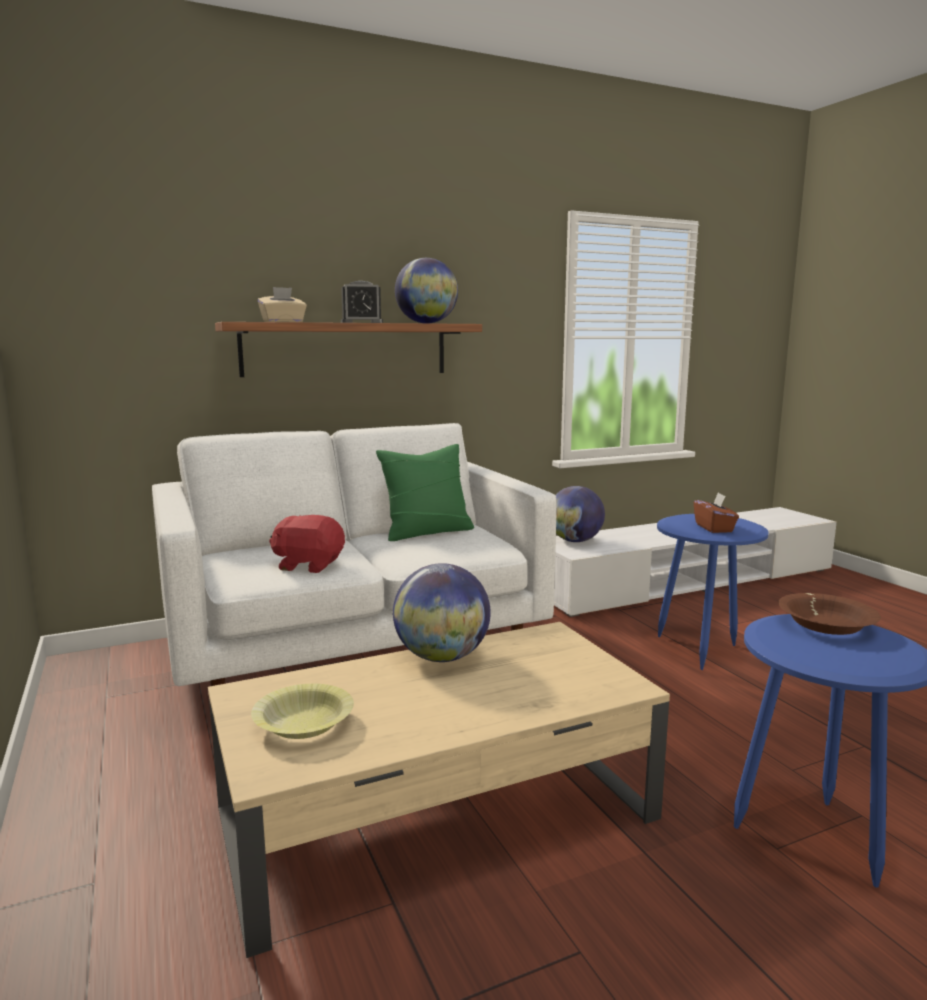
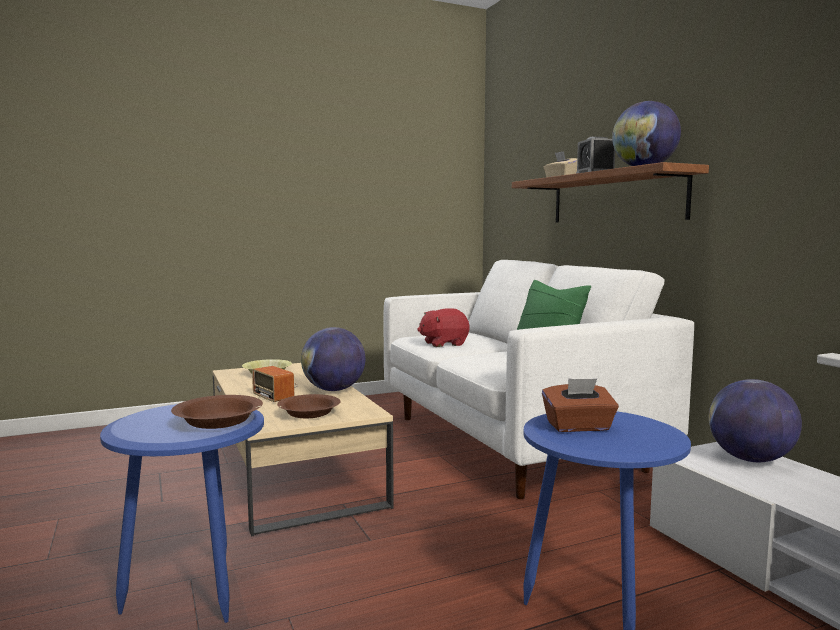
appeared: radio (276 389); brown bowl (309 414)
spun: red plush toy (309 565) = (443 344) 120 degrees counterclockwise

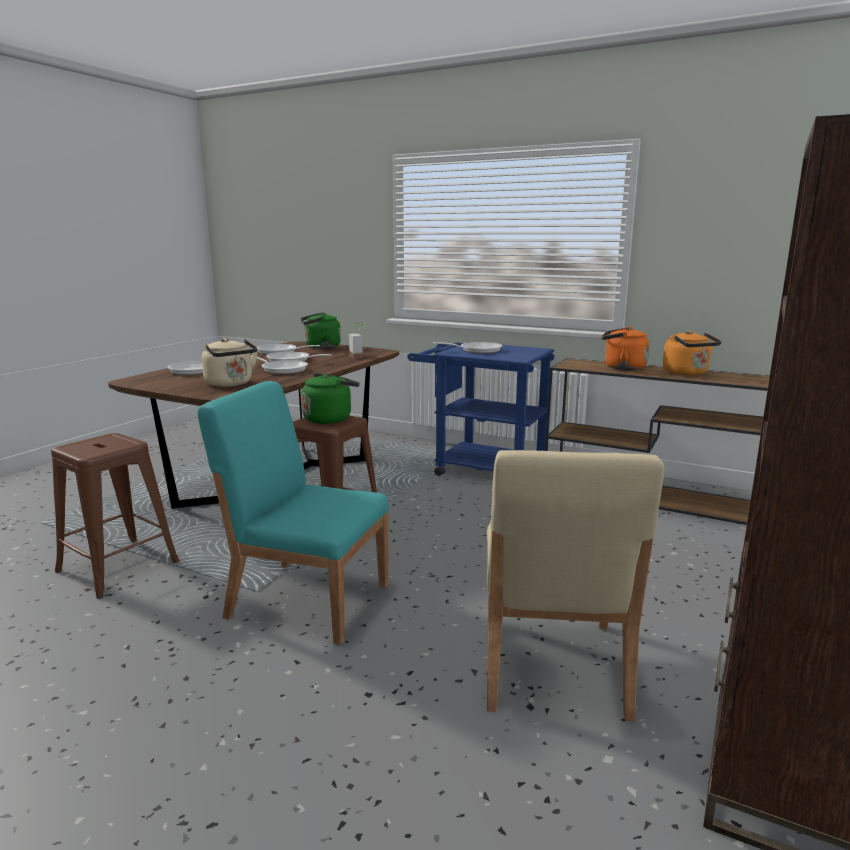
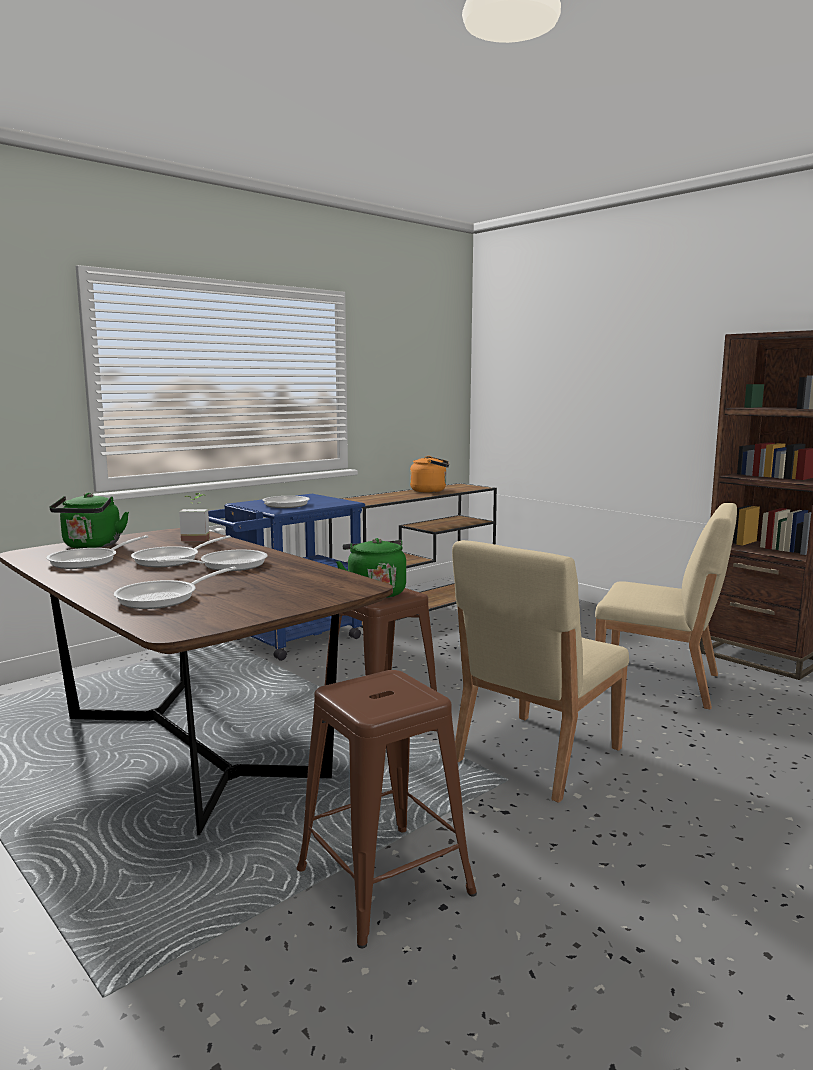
missing: beige kettle (231 384); orange kettle (621 367)
colour: turquoise chair (307 599) to beige chair (536 755)

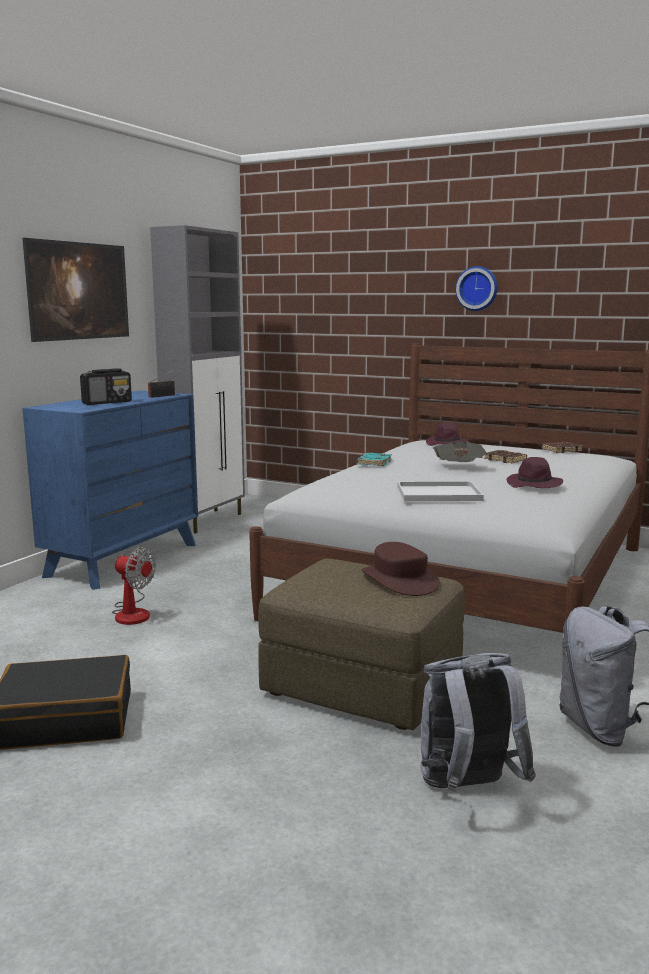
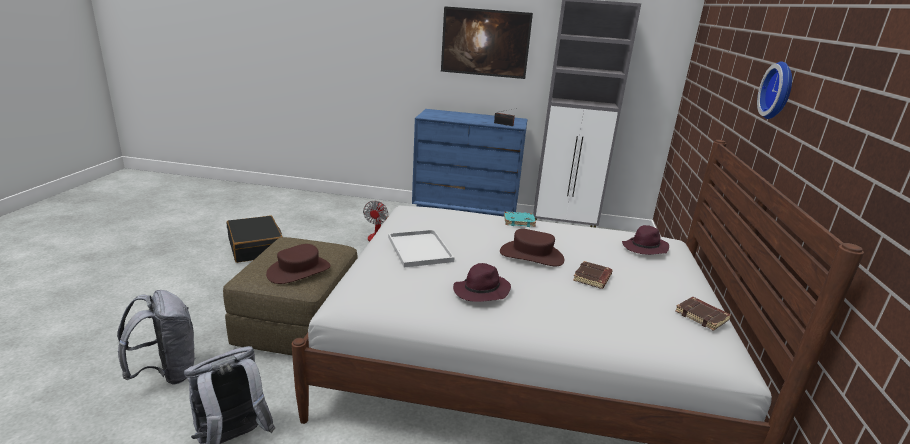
missing: radio (107 402)
exchanged: newspaper (459 467) to brown hat (531 255)

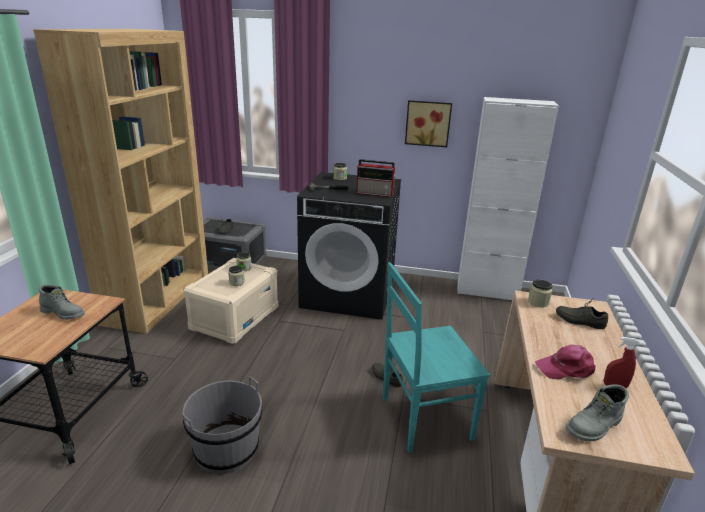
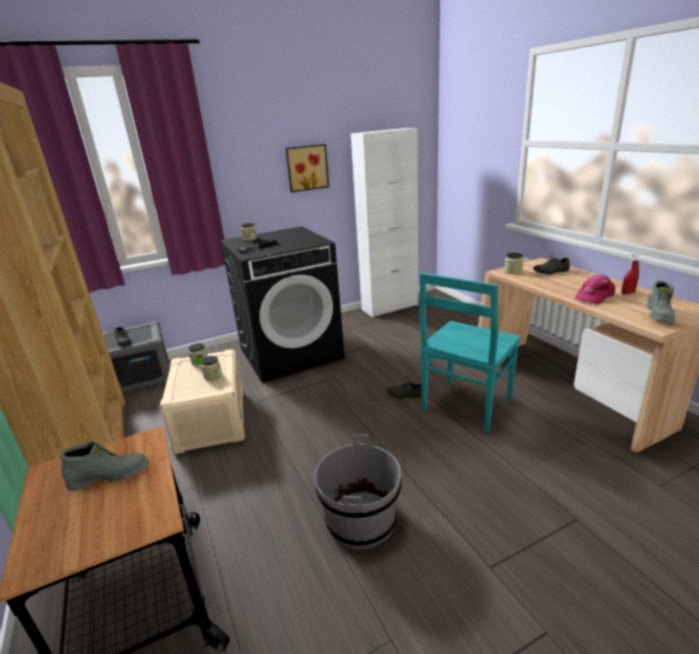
missing: radio (376 193)

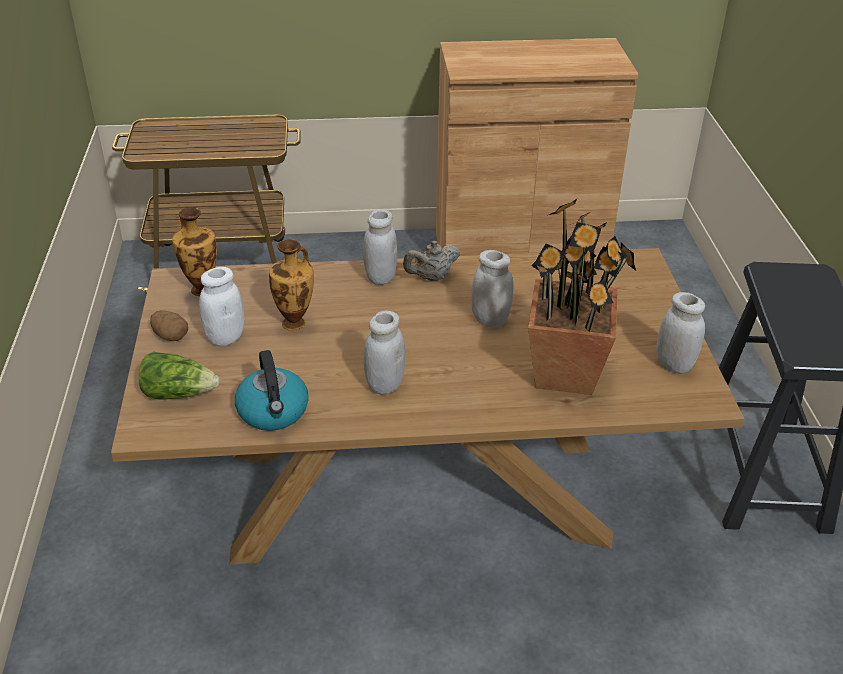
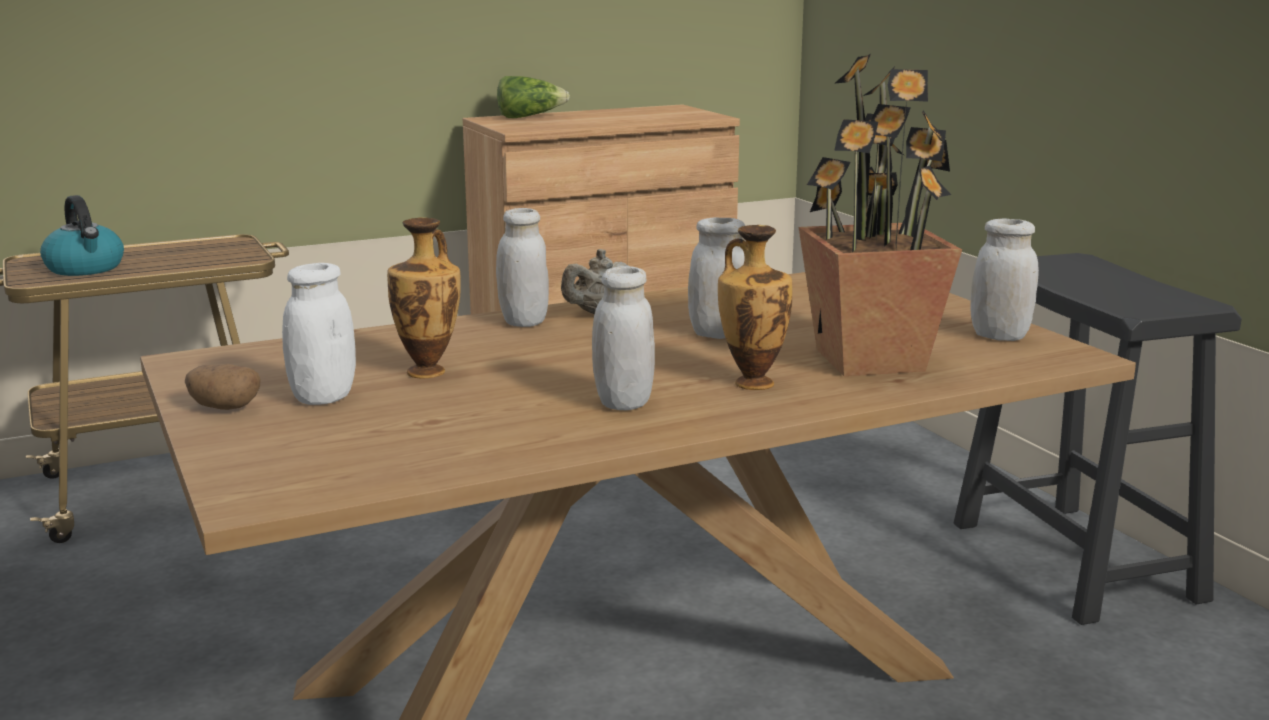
relocated: kettle (274 412) to (86 268); lettuce (179 393) to (529 117); vase (201 288) to (752 382)

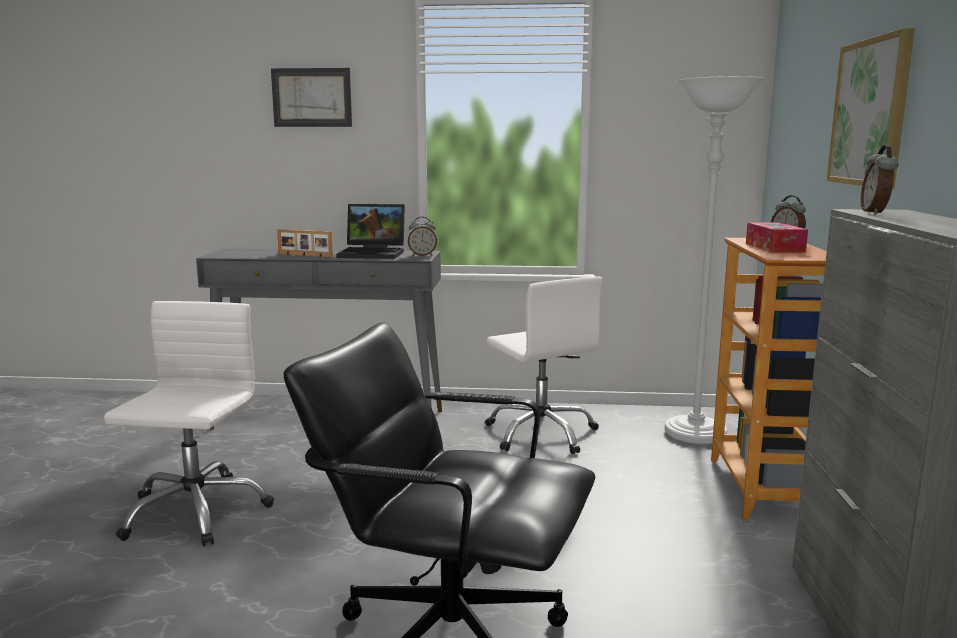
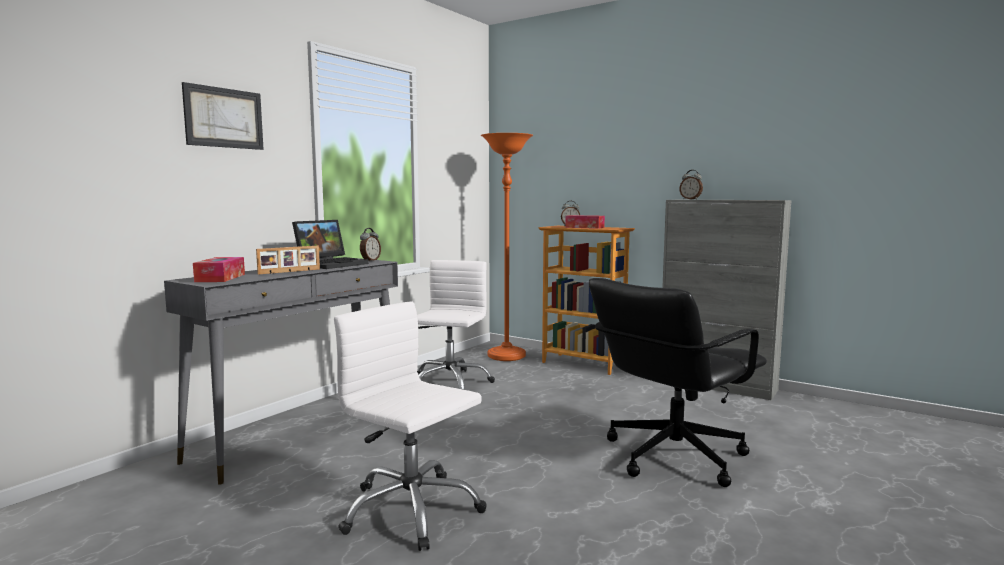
missing: picture (871 113)
appeared: tissue box (220 278)
colour: white floor lamp (695 434) to orange floor lamp (506 356)
spun: white office chair (541 433) = (449 382) 75 degrees counterclockwise

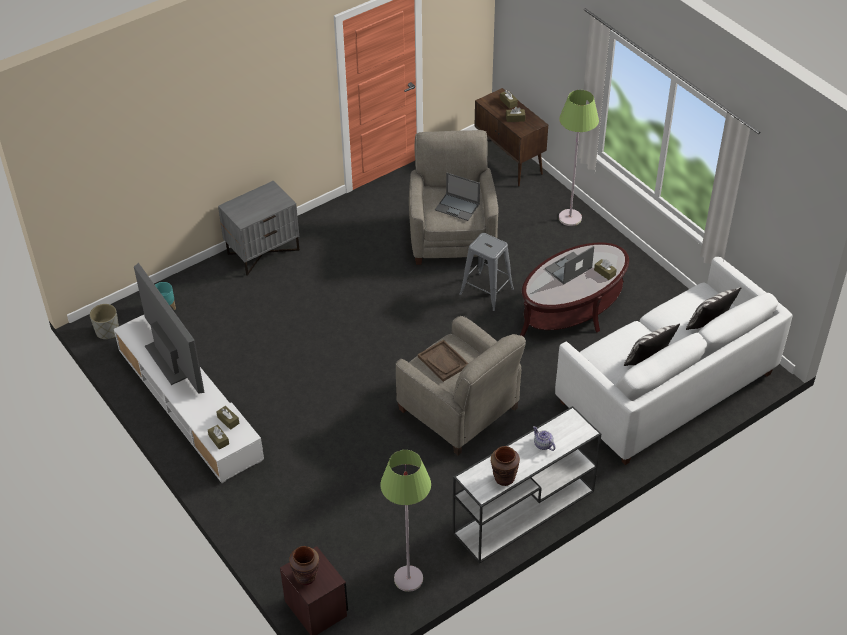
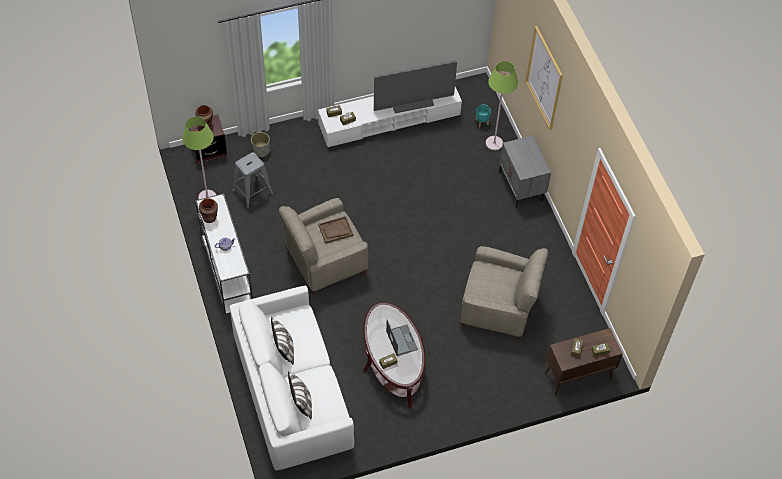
missing: laptop (457 207)
appeared: picture (544 78)
relocated: grey stool (487 291) to (252 192); grey planter (107 331) to (261 151); green floor lamp (570 218) to (494 143)

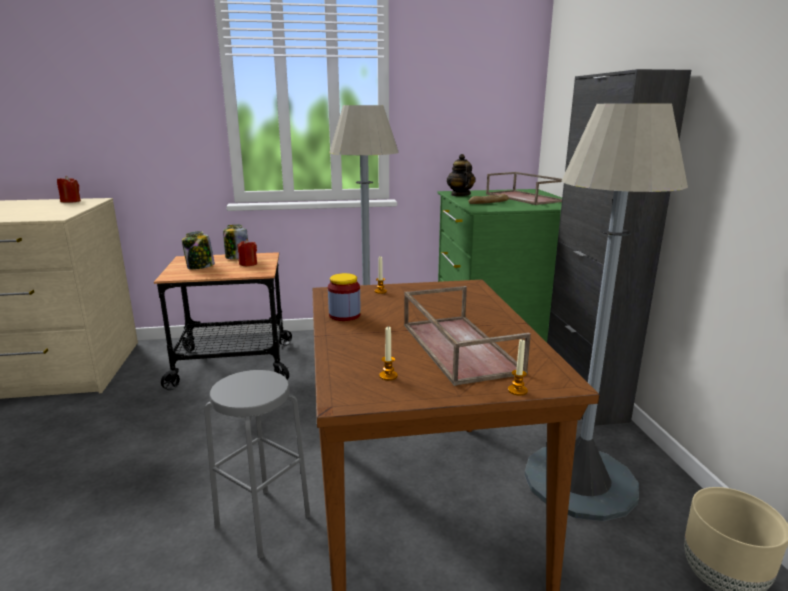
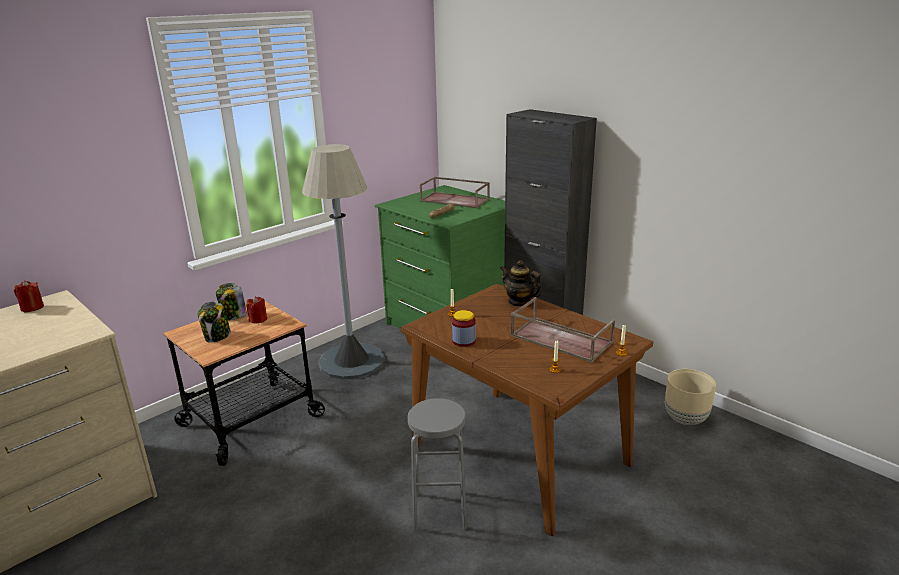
missing: grey floor lamp (580 481)
relocated: teapot (460 195) to (519 302)

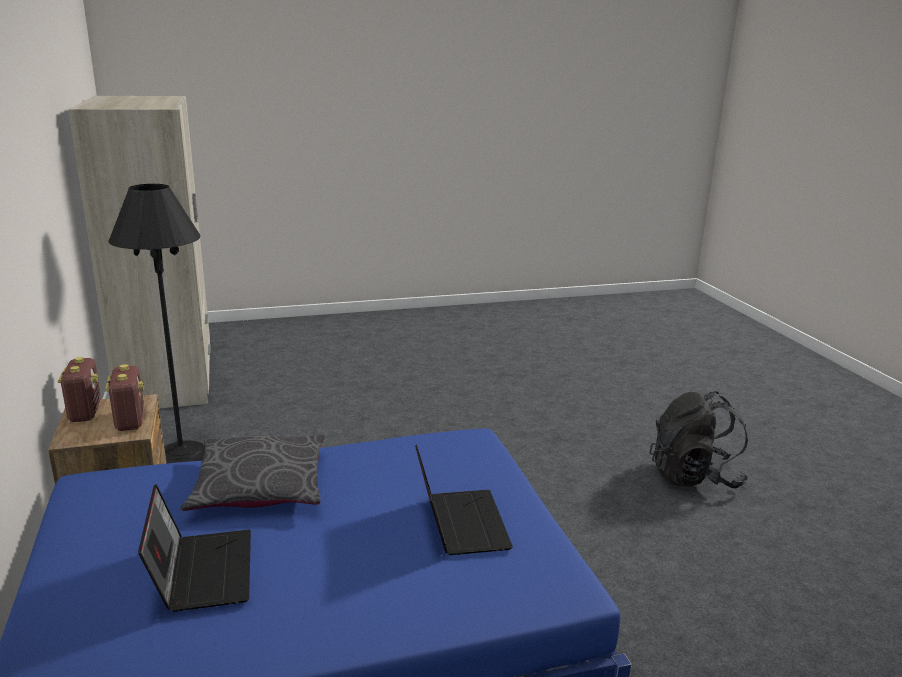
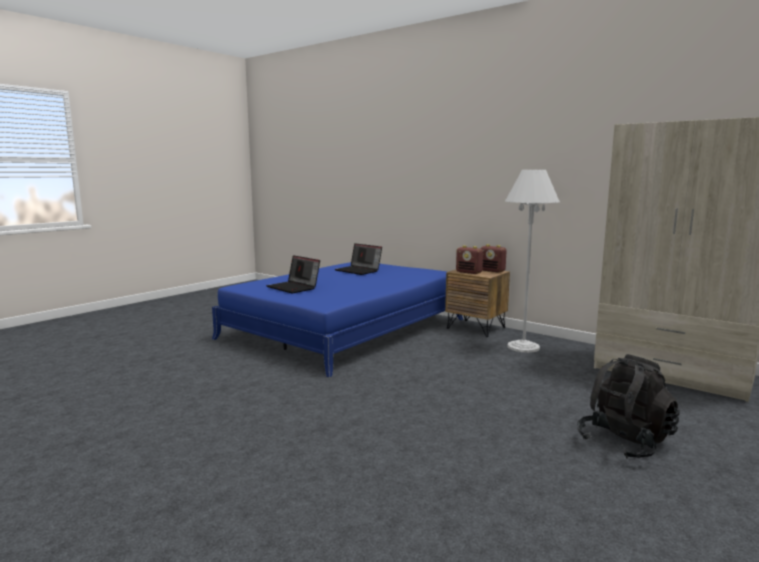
missing: grey pillow (259 486)
relocated: black backpack (694 477) to (625 442)
colour: black floor lamp (182 455) to white floor lamp (523 347)

